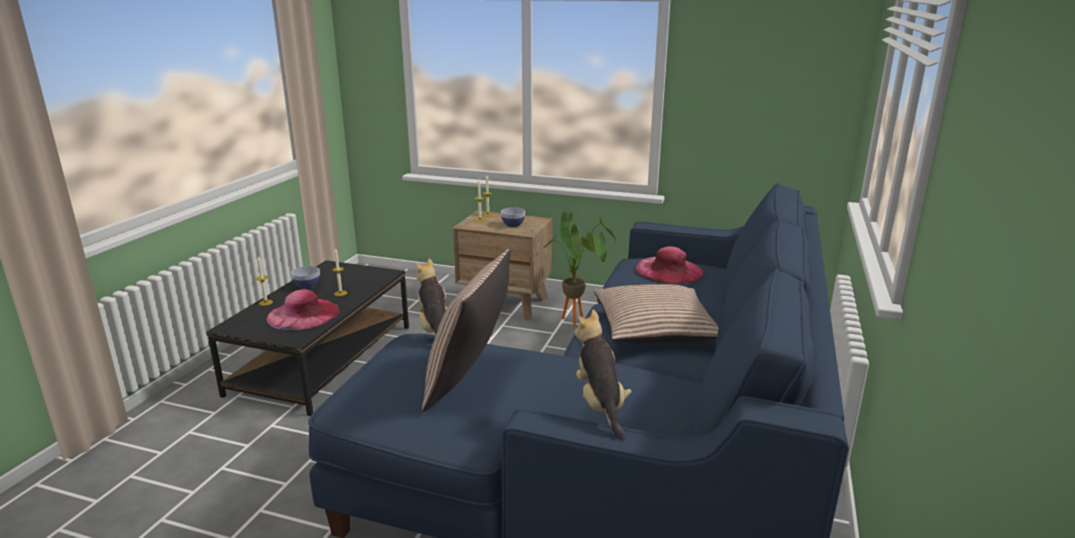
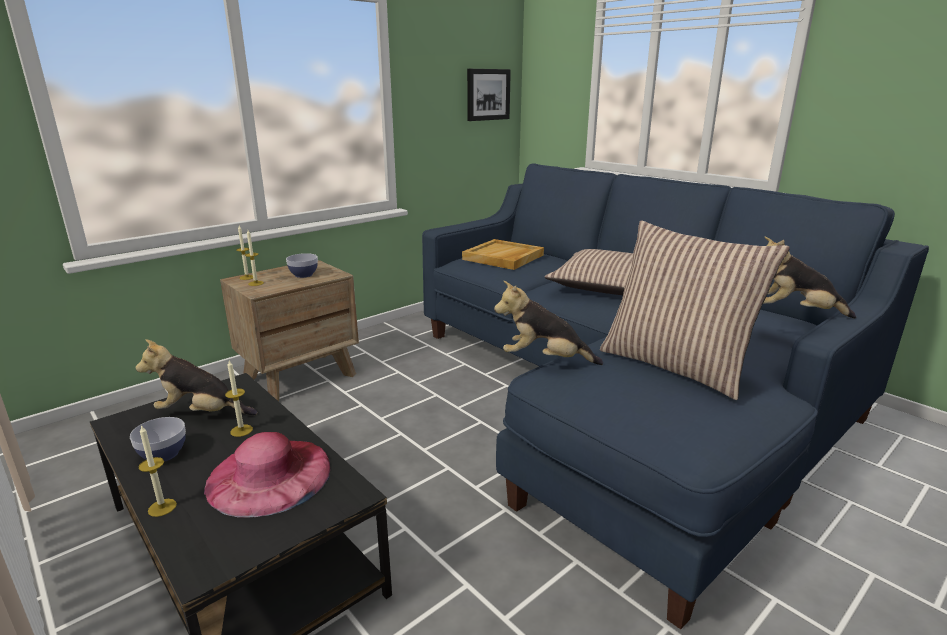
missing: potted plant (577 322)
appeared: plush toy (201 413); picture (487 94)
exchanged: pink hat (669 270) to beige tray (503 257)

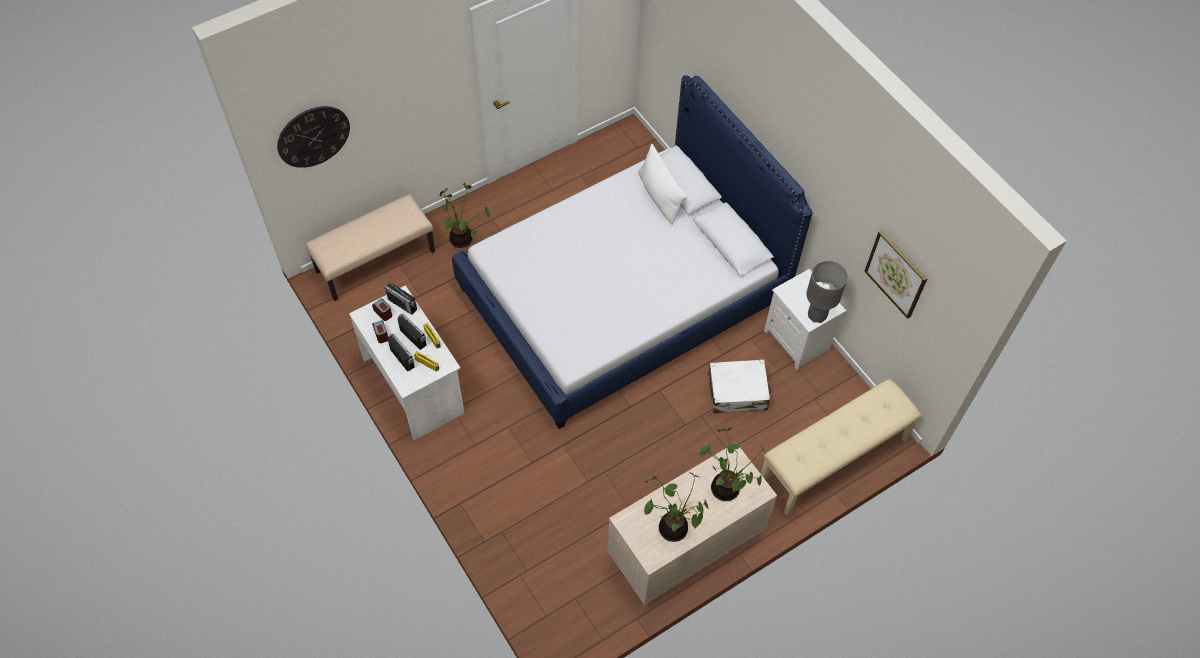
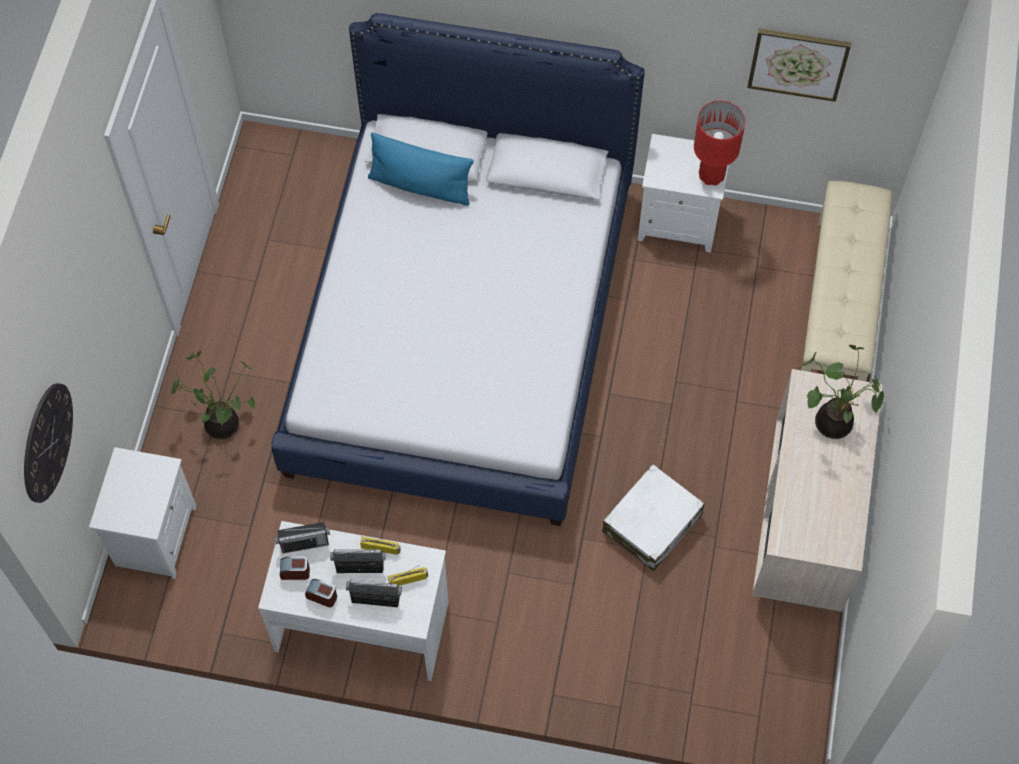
missing: potted plant (673 526)
relocated: white suitcase (737 392) to (652 523)
exchanged: beige bench (375 260) to white nightstand (154 534)
colour: white pillow (659 196) to blue pillow (420 185); grey table lamp (817 315) to red table lamp (711 174)

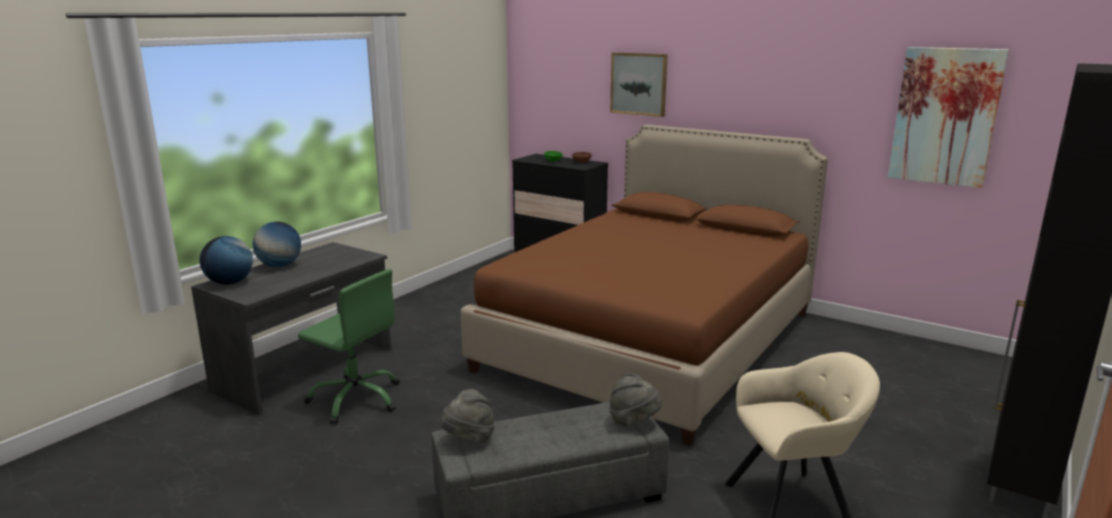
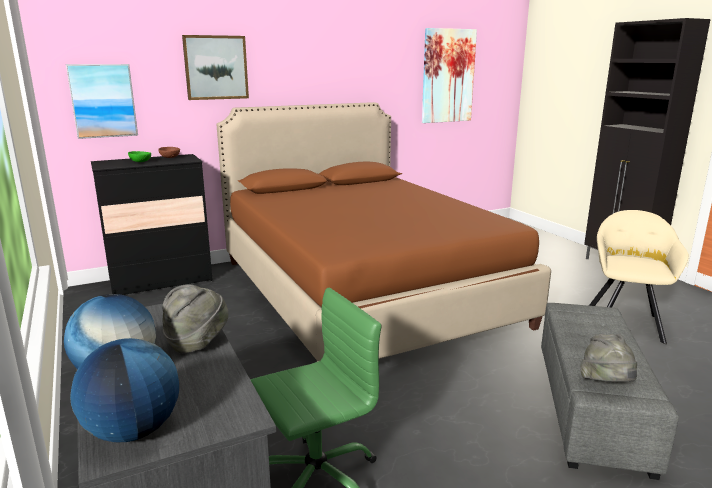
appeared: picture (103 101)
relocated: grey hat (633 421) to (197 343)

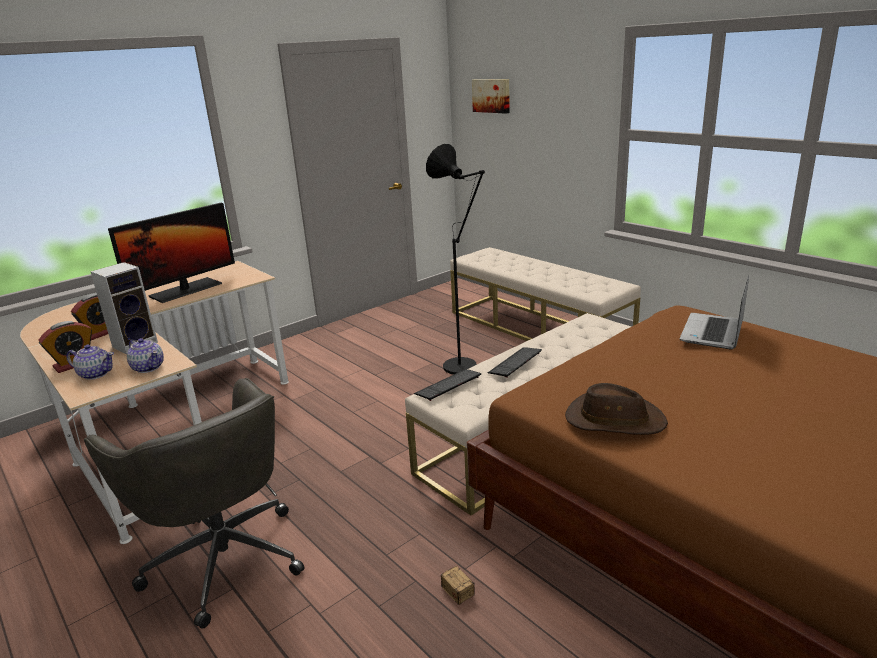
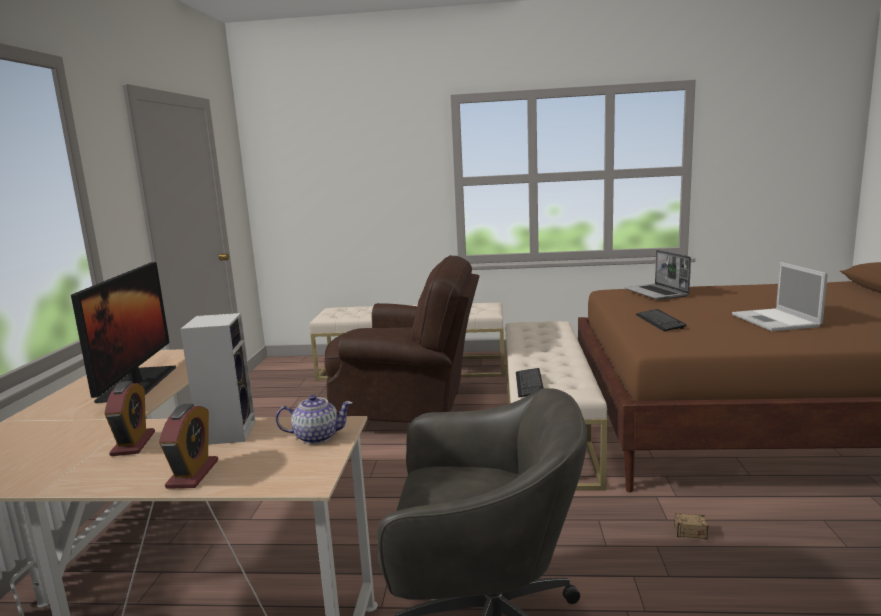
missing: teapot (95 374); picture (492 95); brown hat (614 420)
appeared: laptop (776 321)
relocated: keyboard (515 363) to (660 321)
exchanged: black floor lamp (465 368) to brown armchair (408 410)

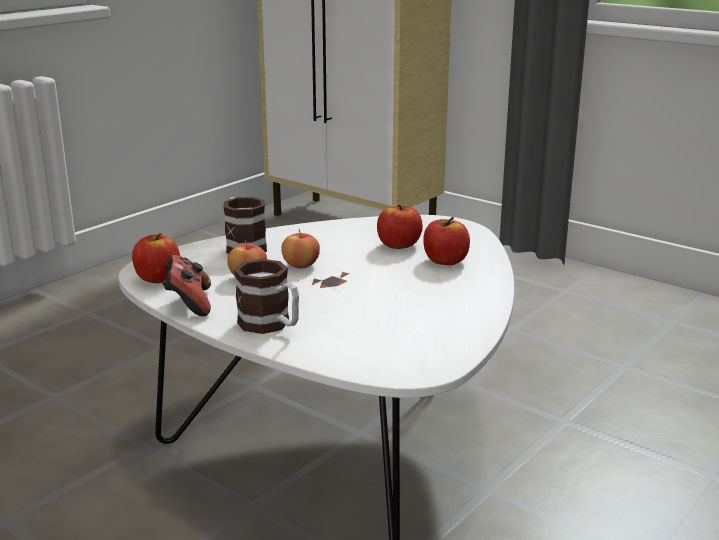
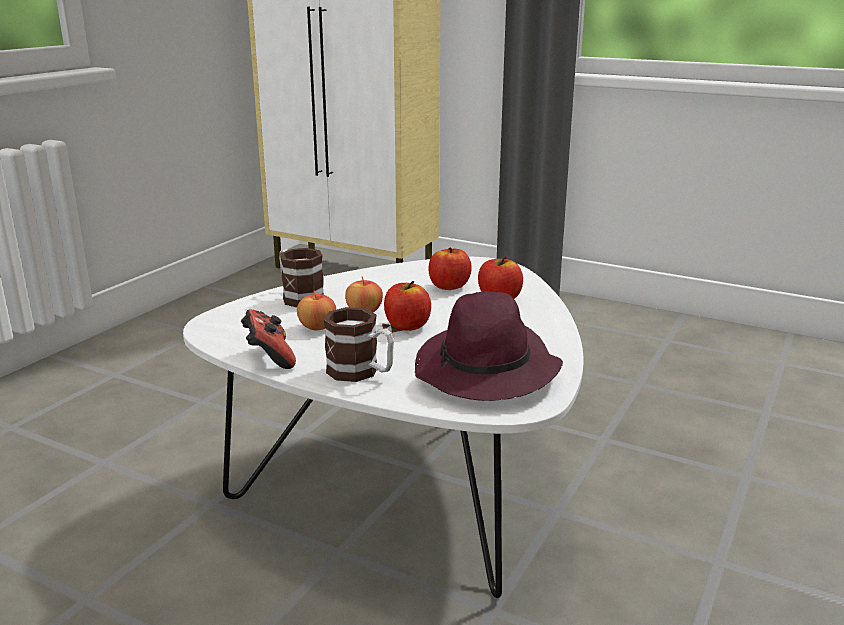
appeared: purple hat (487 371)
relocated: apple (158 278) to (407 326)

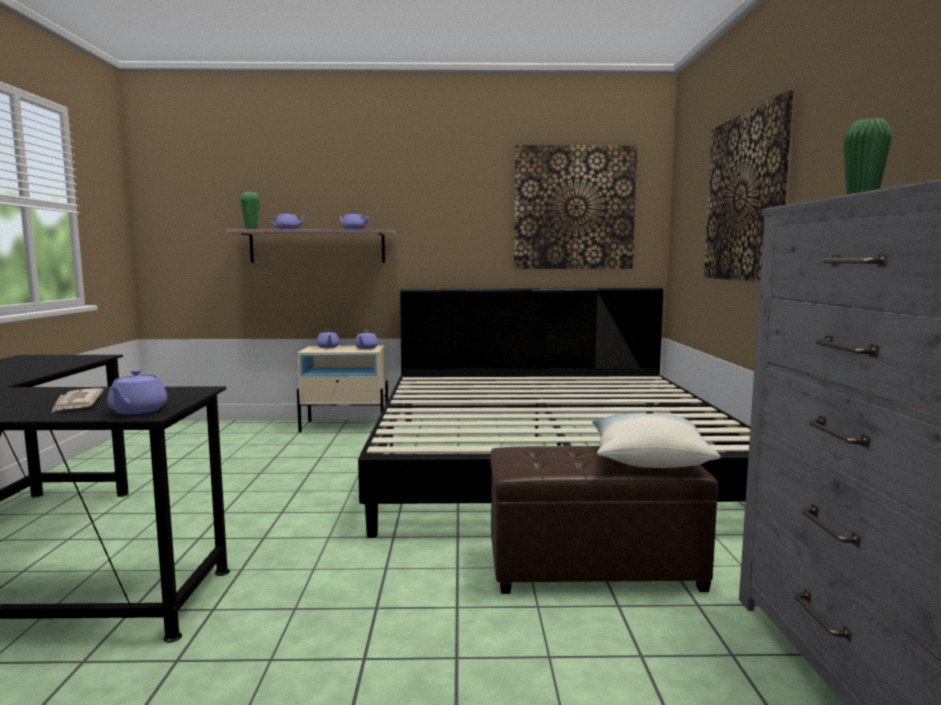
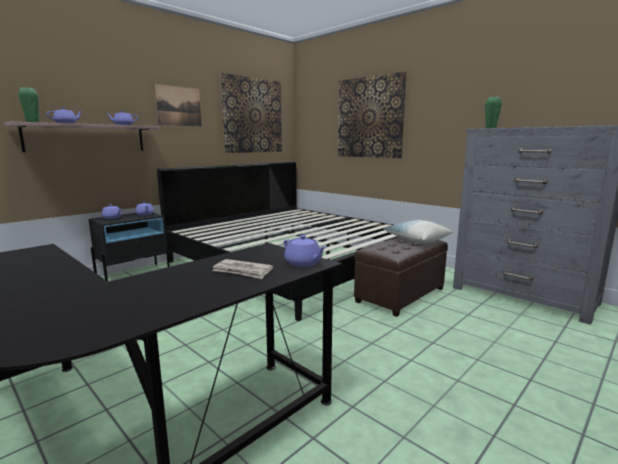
appeared: picture (179 106)
colour: beige nightstand (345 426) to black nightstand (134 274)

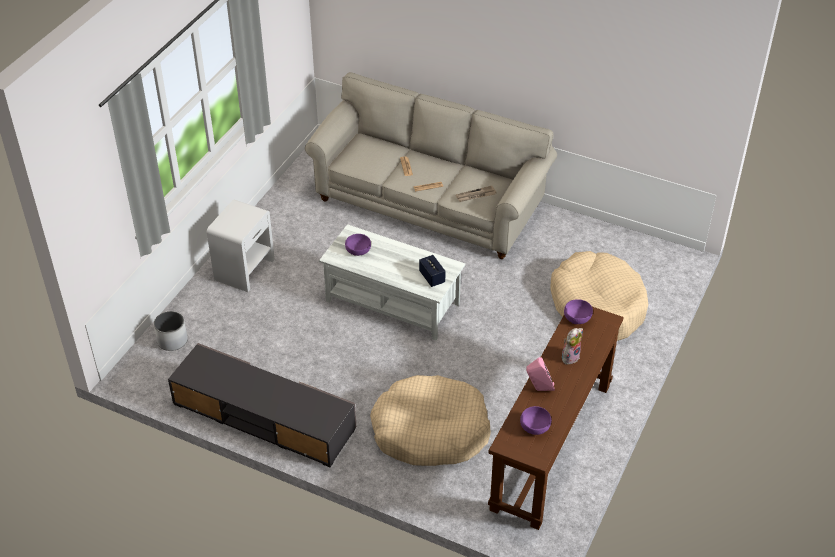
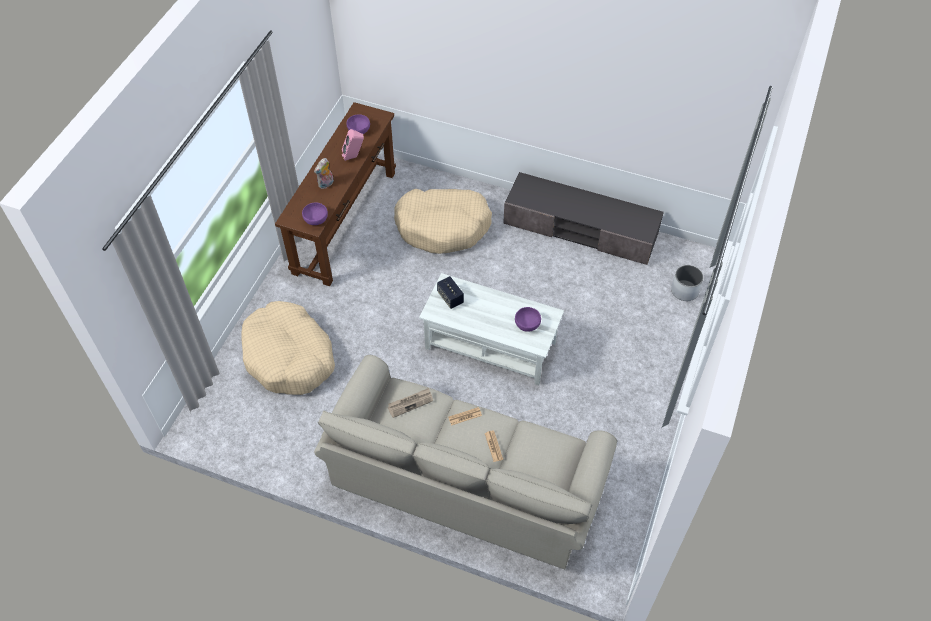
missing: white nightstand (245 269)

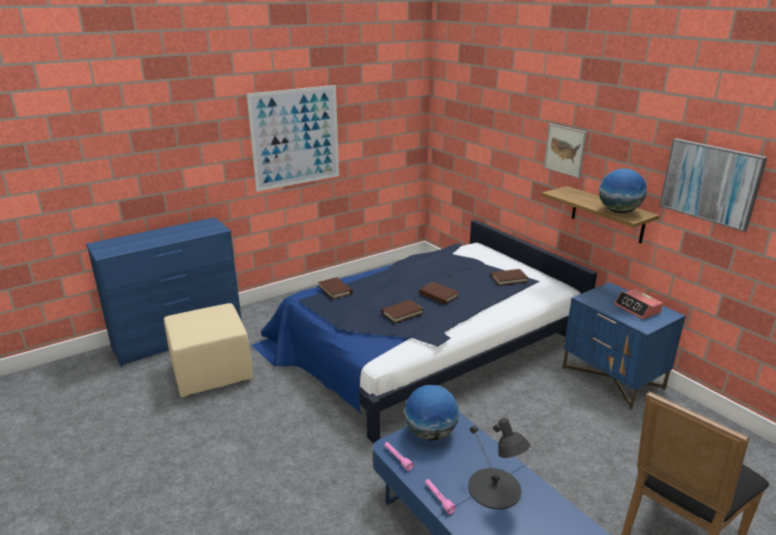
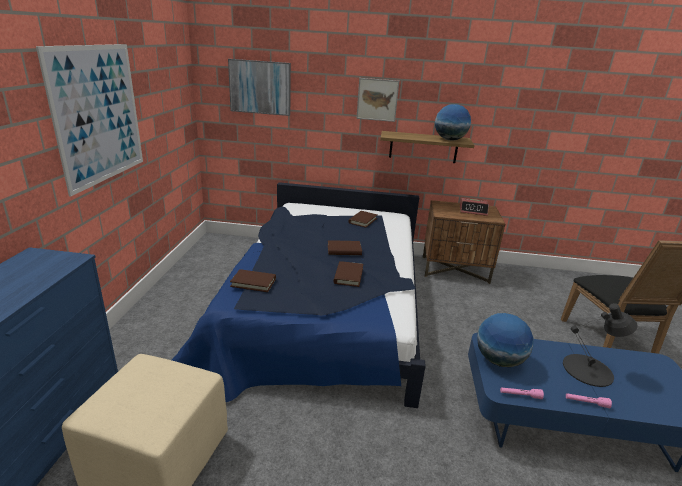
relocated: picture (710 183) to (260 87)
colour: blue nightstand (613 378) to brown nightstand (455 270)

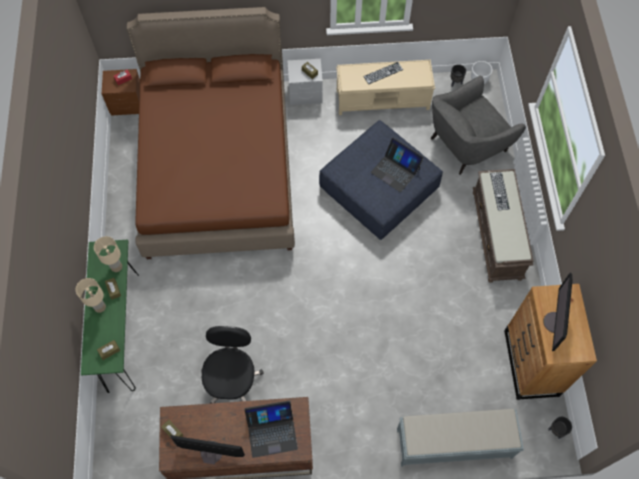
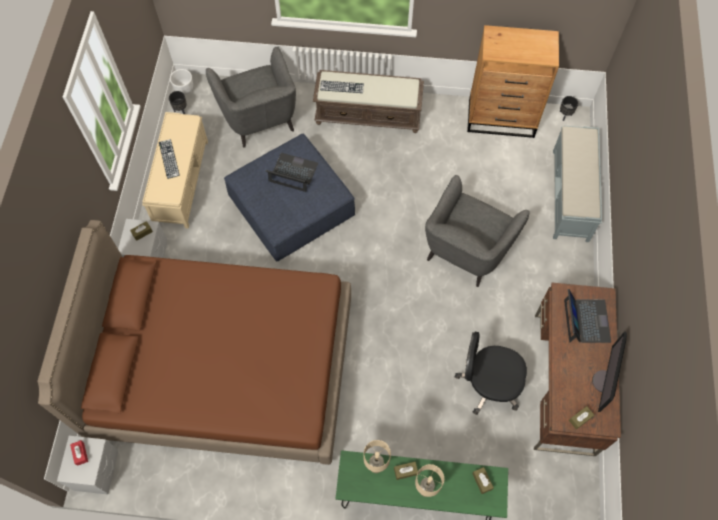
missing: monitor (555 323)
appeared: grey armchair (466 249)
colour: brown nightstand (127 104) to grey nightstand (97 470)
spun: laptop (395 170) = (293 173) 120 degrees counterclockwise

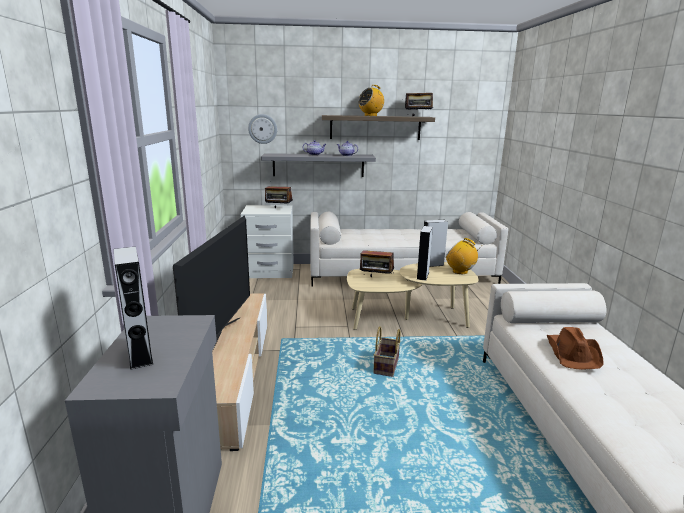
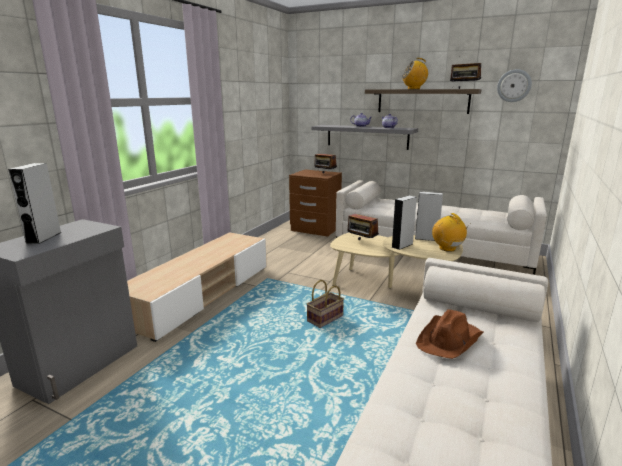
missing: television (222 339)
relocated: wall clock (262 129) to (514 86)
colour: white nightstand (269 272) to brown nightstand (315 229)

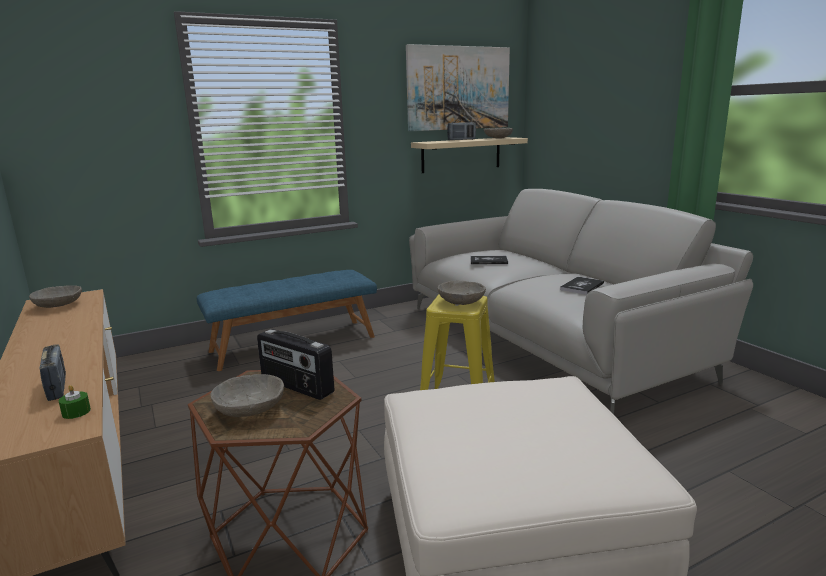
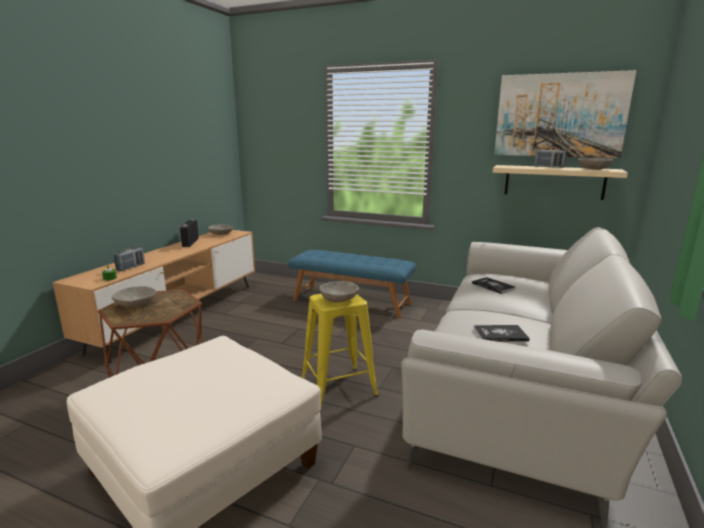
relocated: radio (296 386) to (190 243)

